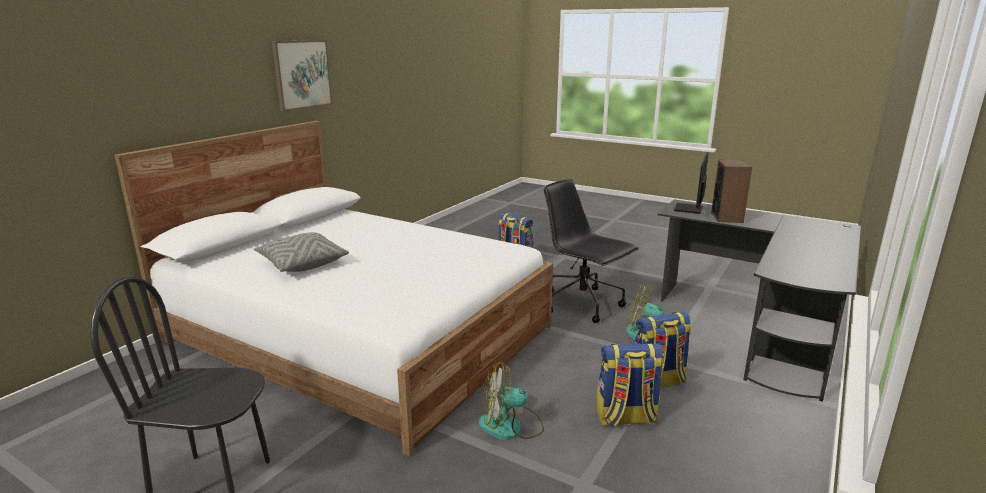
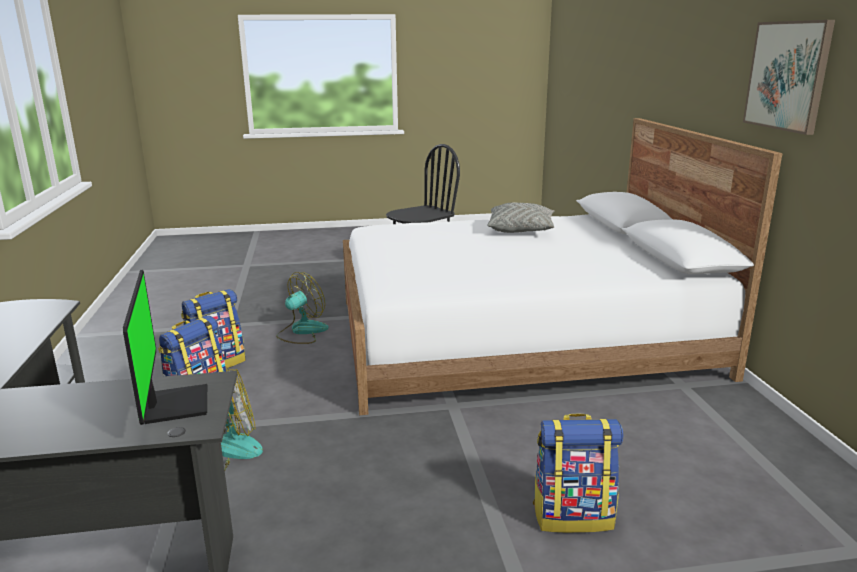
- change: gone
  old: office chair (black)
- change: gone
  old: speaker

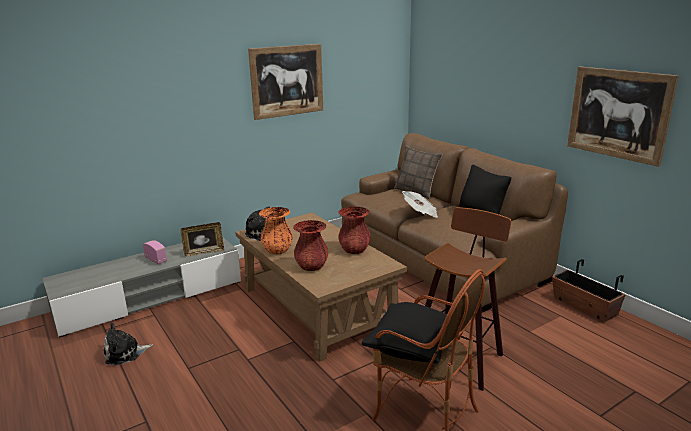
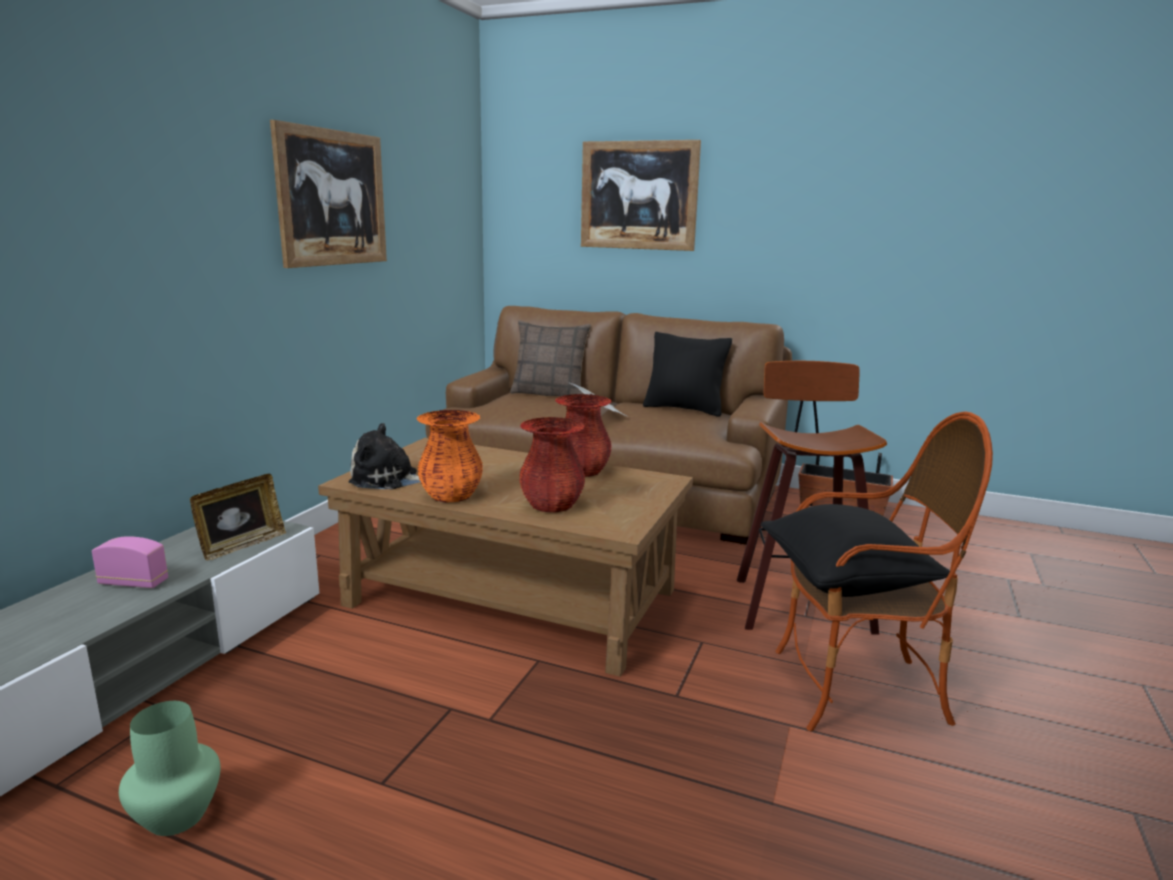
- change: shifted
  old: picture (no. 2 from left)
- change: swapped
  old: plush toy (no. 1 from left)
  new: vase (green)

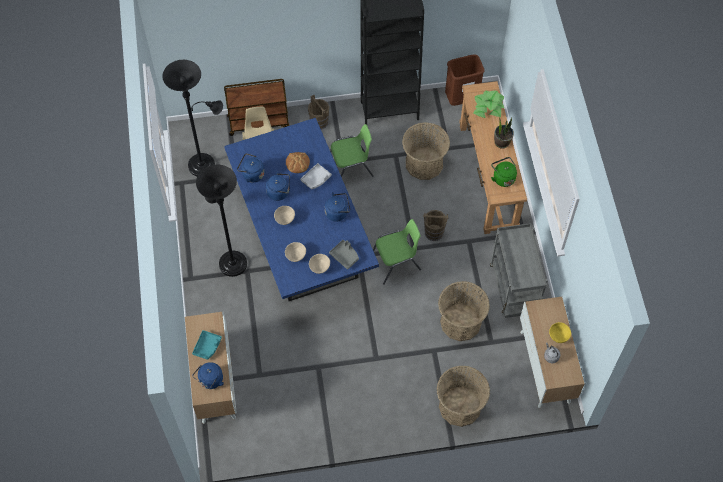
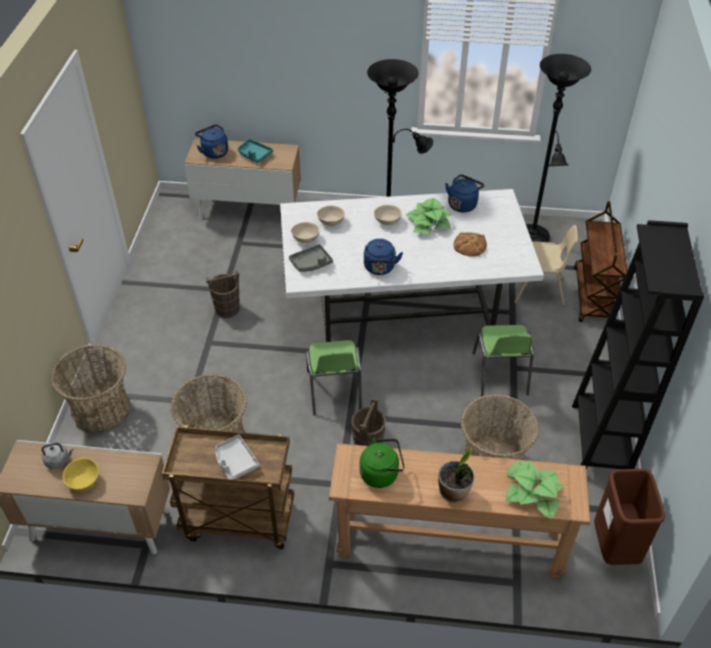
- change: shifted
  old: tray (grey) (no. 1 from left)
- change: shifted
  old: bucket (brown) (no. 1 from left)
- change: swapped
  old: kettle (blue) (no. 3 from left)
  new: potted plant (no. 1 from left)
- change: repainted
  old: dining table (blue)
  new: dining table (white)
- change: repainted
  old: cart (grey)
  new: cart (brown) (no. 1 from left)

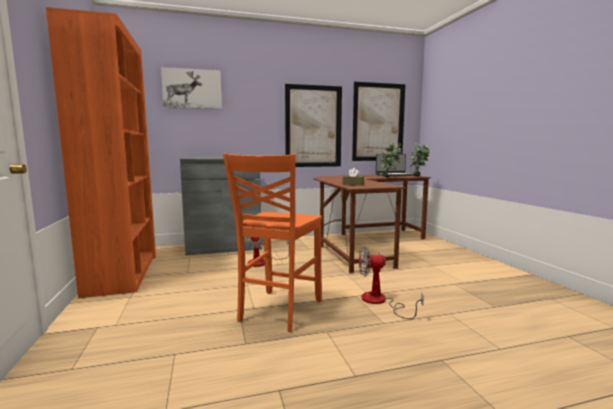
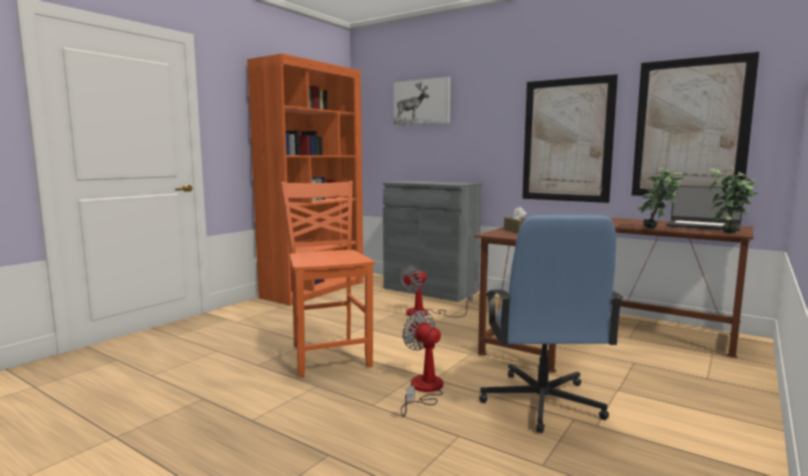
- change: new
  new: office chair (blue)
- change: rotated
  old: chair (orange)
  degrees: 90

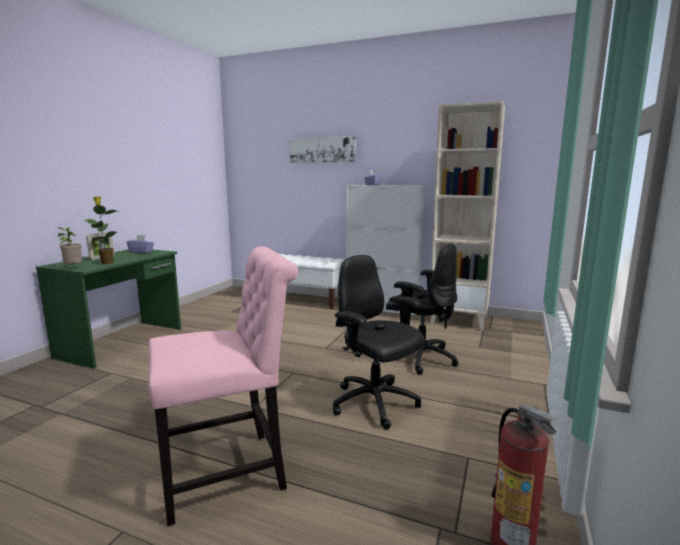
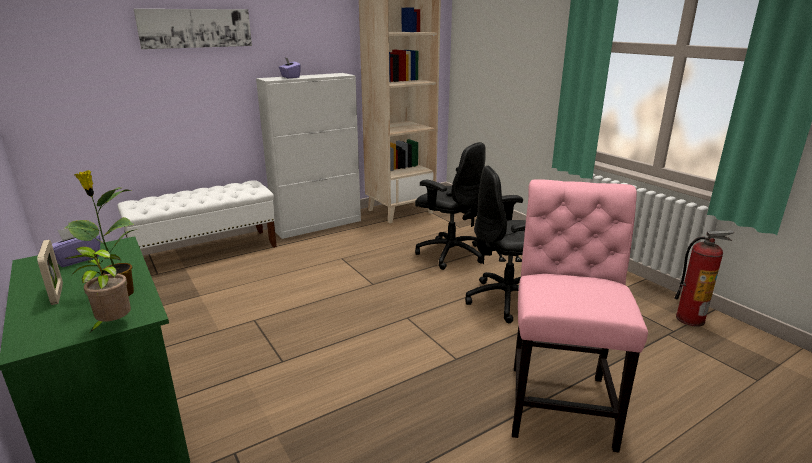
- change: rotated
  old: office chair (black) (no. 2 from left in the first image)
  degrees: 60

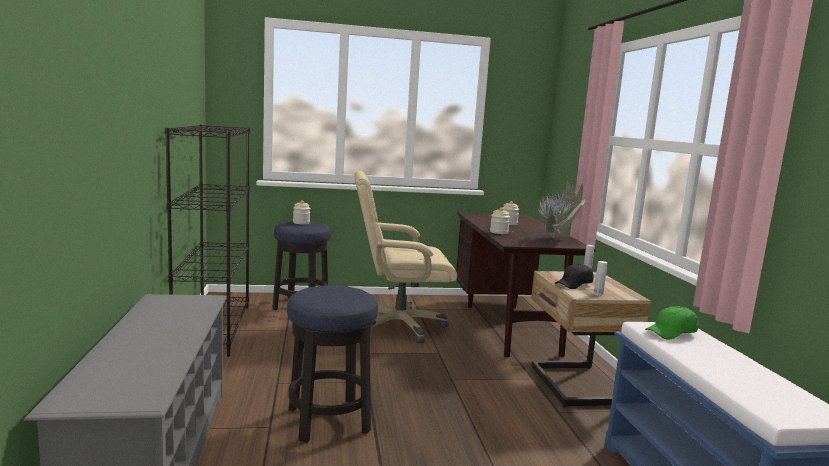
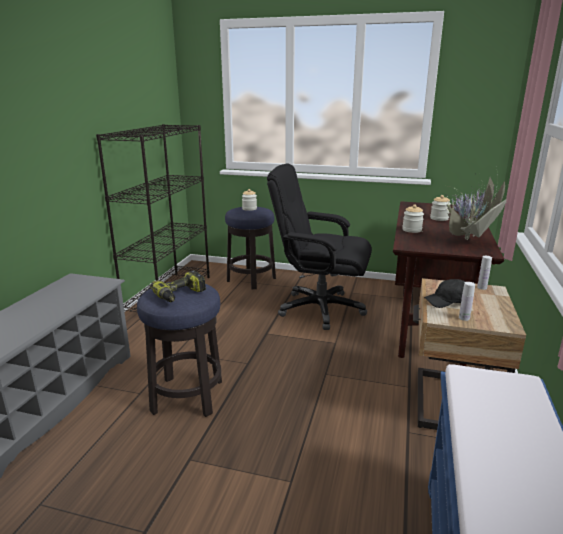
- change: gone
  old: cap (green)
- change: new
  new: power drill
- change: repainted
  old: office chair (beige)
  new: office chair (black)

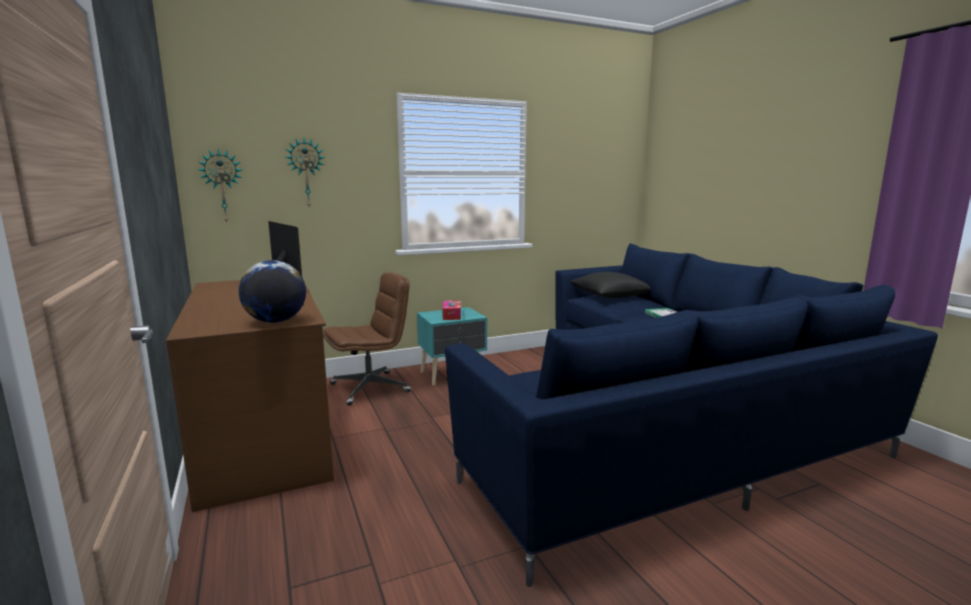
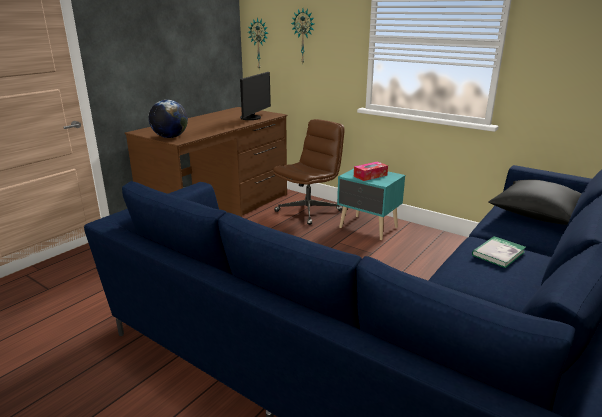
- change: rotated
  old: office chair (brown)
  degrees: -75

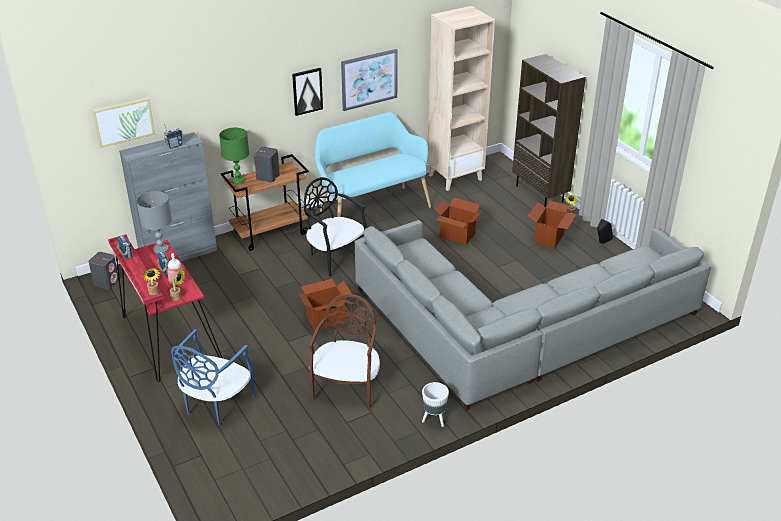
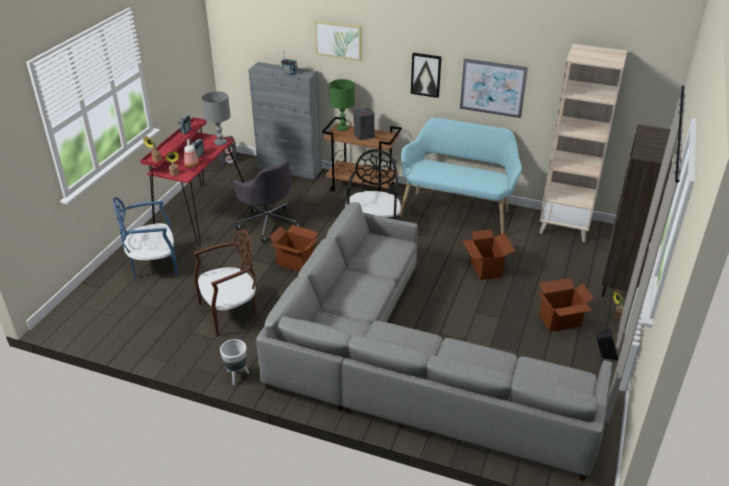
- change: new
  new: office chair (grey)
- change: shifted
  old: picture (no. 1 from left)

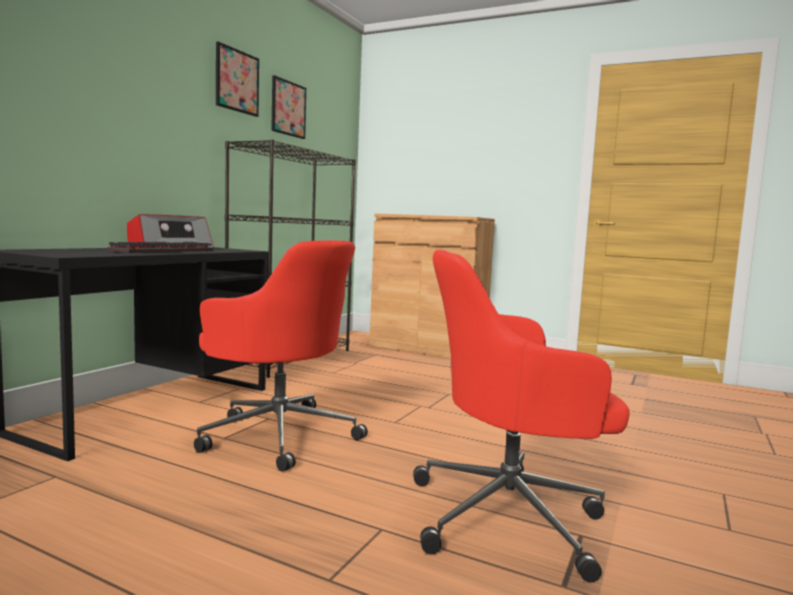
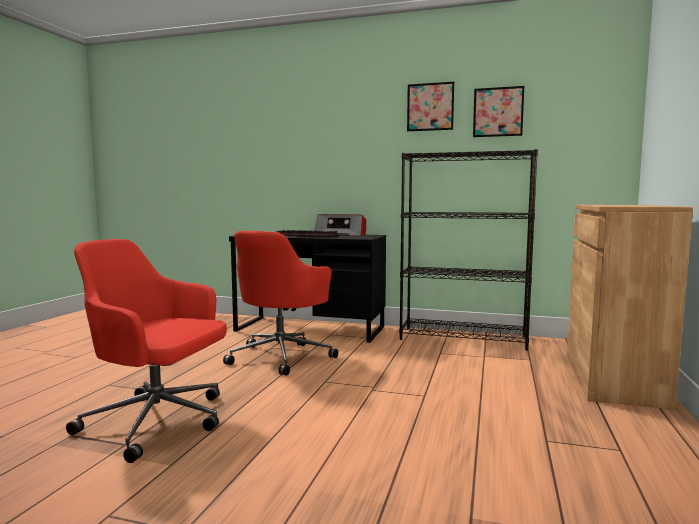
- change: rotated
  old: office chair (red) (no. 2 from left in the first image)
  degrees: -60

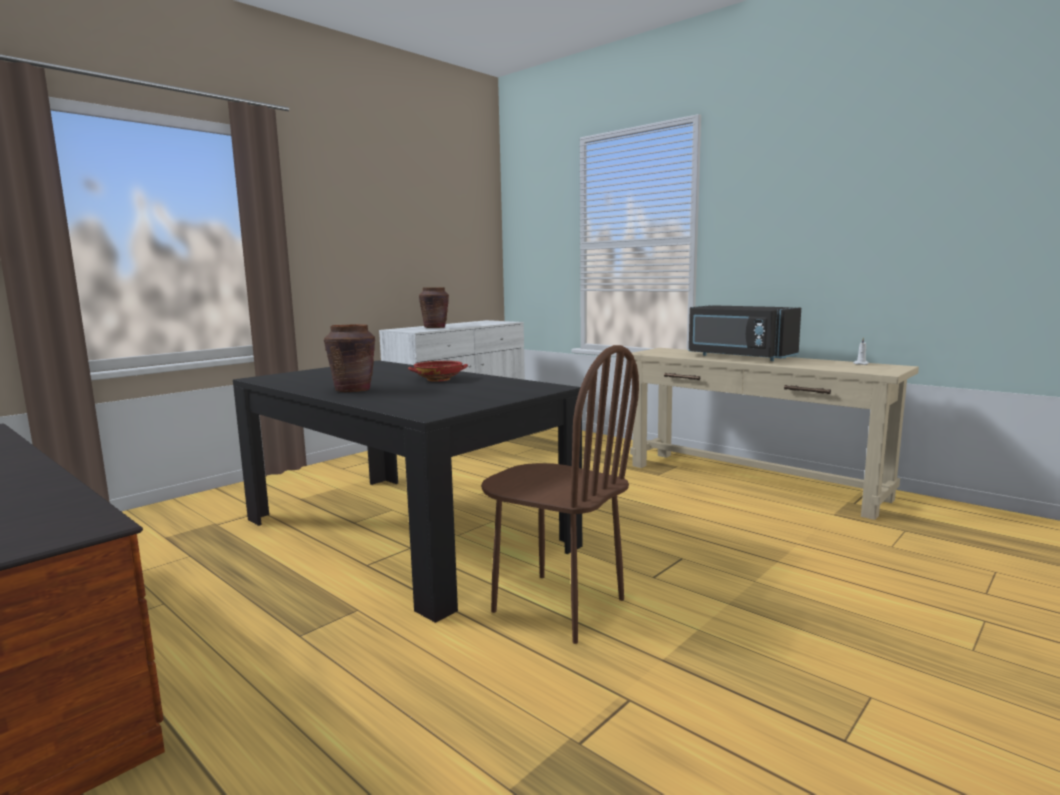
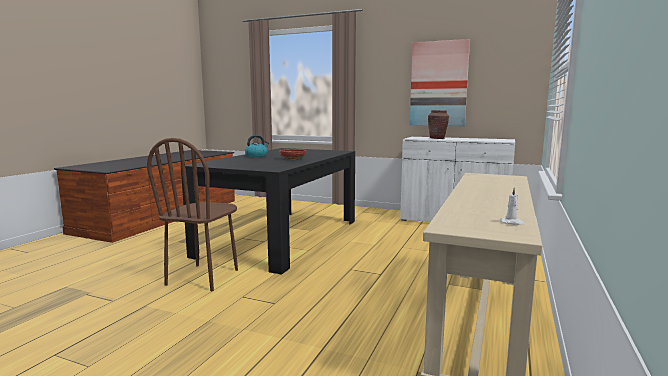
- change: gone
  old: microwave (black)
- change: new
  new: picture
- change: swapped
  old: vase (brown) (no. 1 from left)
  new: kettle

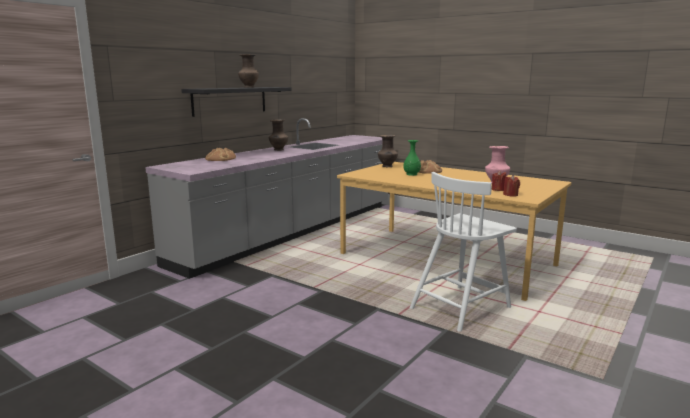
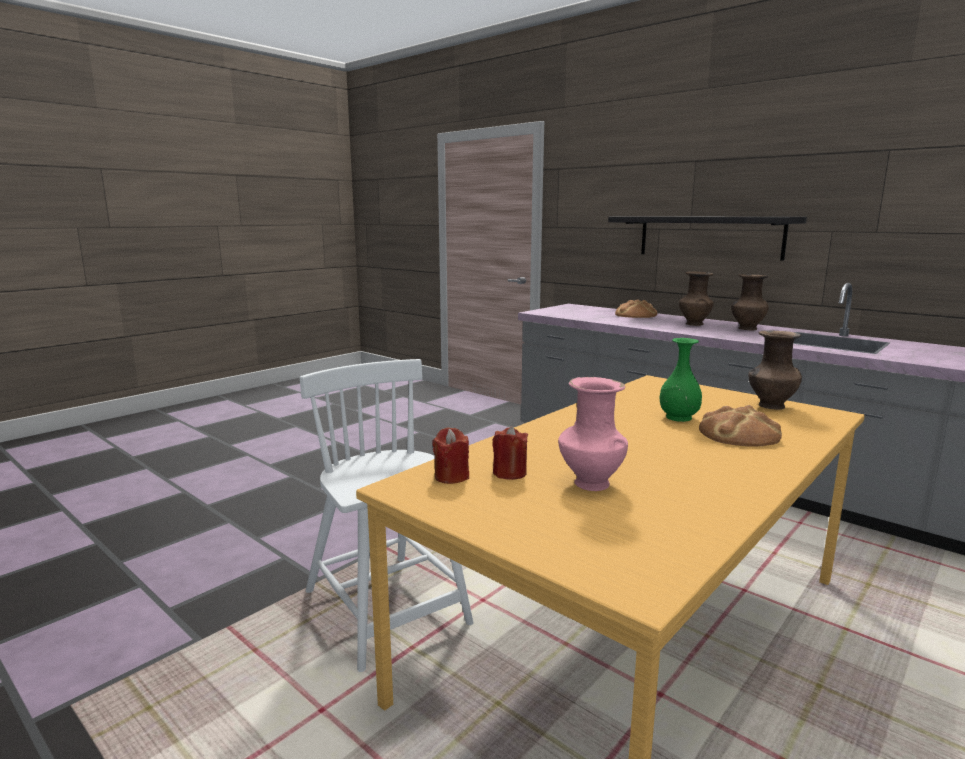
- change: shifted
  old: vase (brown) (no. 1 from left)

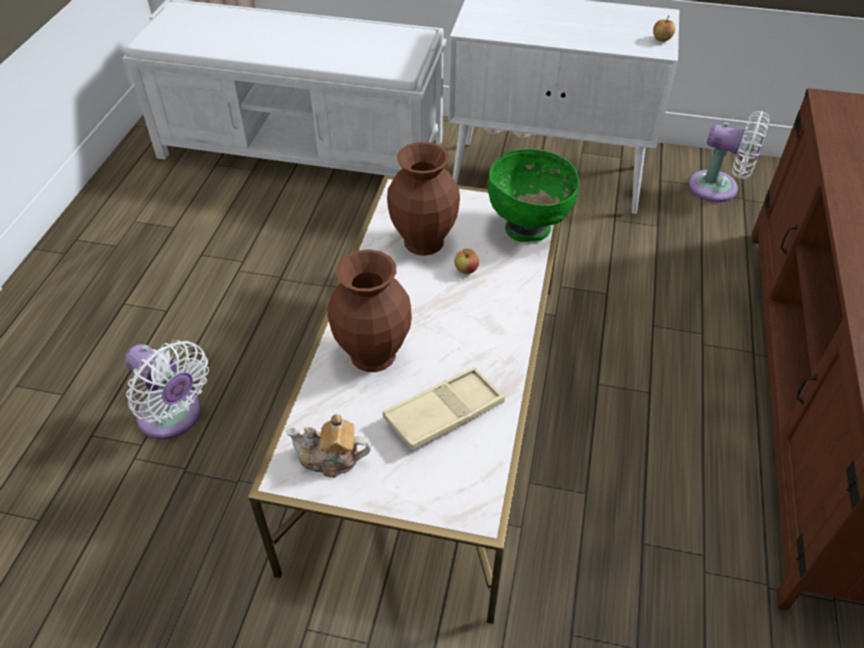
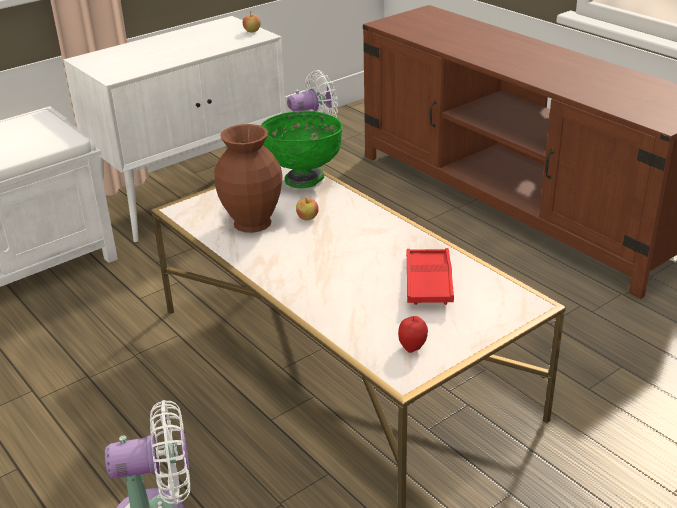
- change: gone
  old: vase (brown) (no. 1 from left)
- change: swapped
  old: teapot
  new: apple (no. 3 from left)
- change: repainted
  old: tray (beige)
  new: tray (red)

